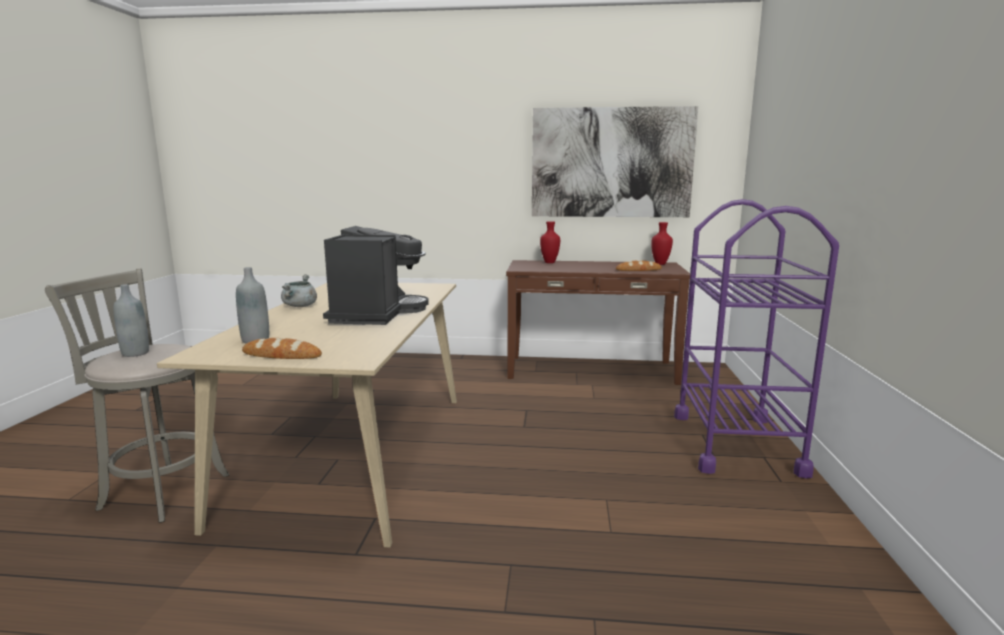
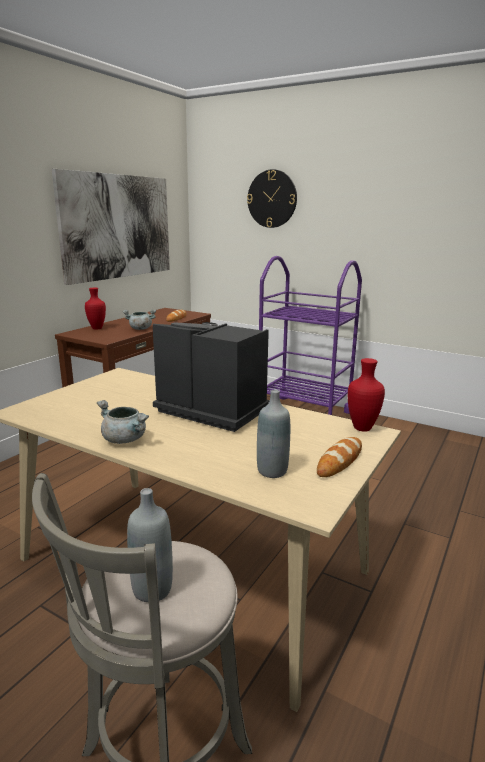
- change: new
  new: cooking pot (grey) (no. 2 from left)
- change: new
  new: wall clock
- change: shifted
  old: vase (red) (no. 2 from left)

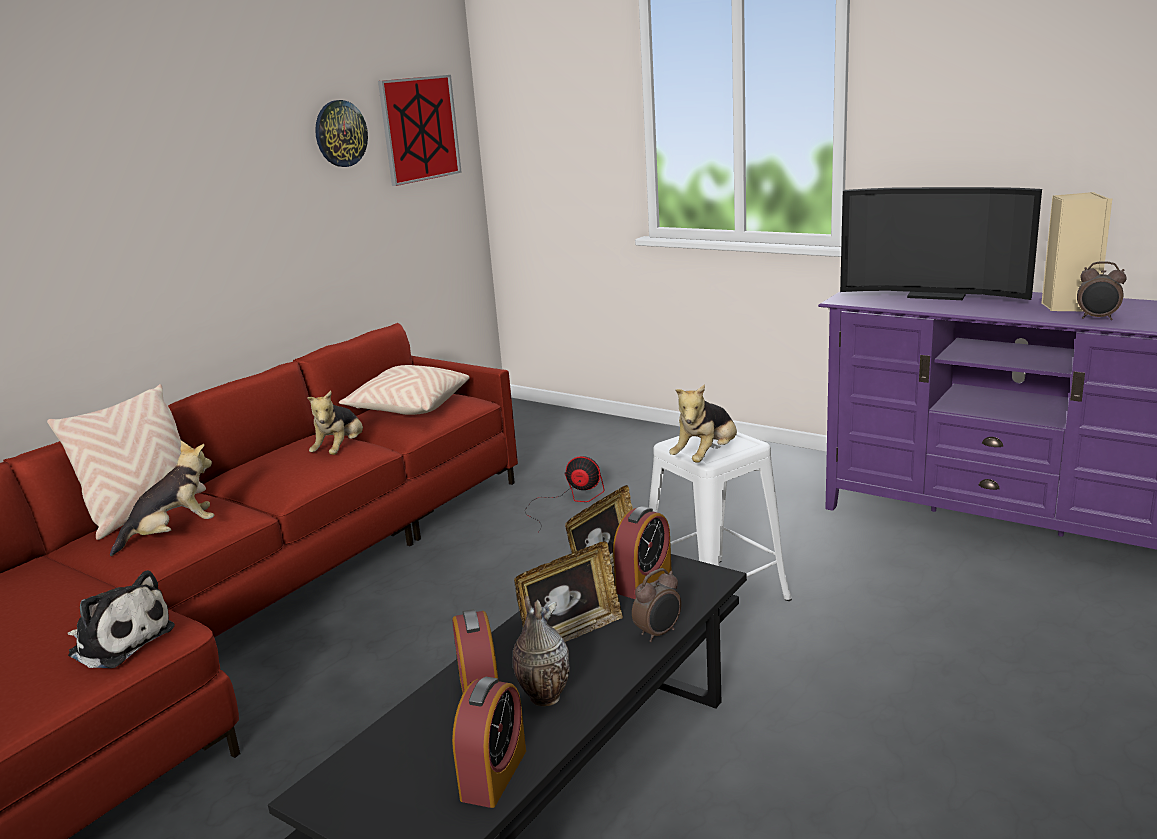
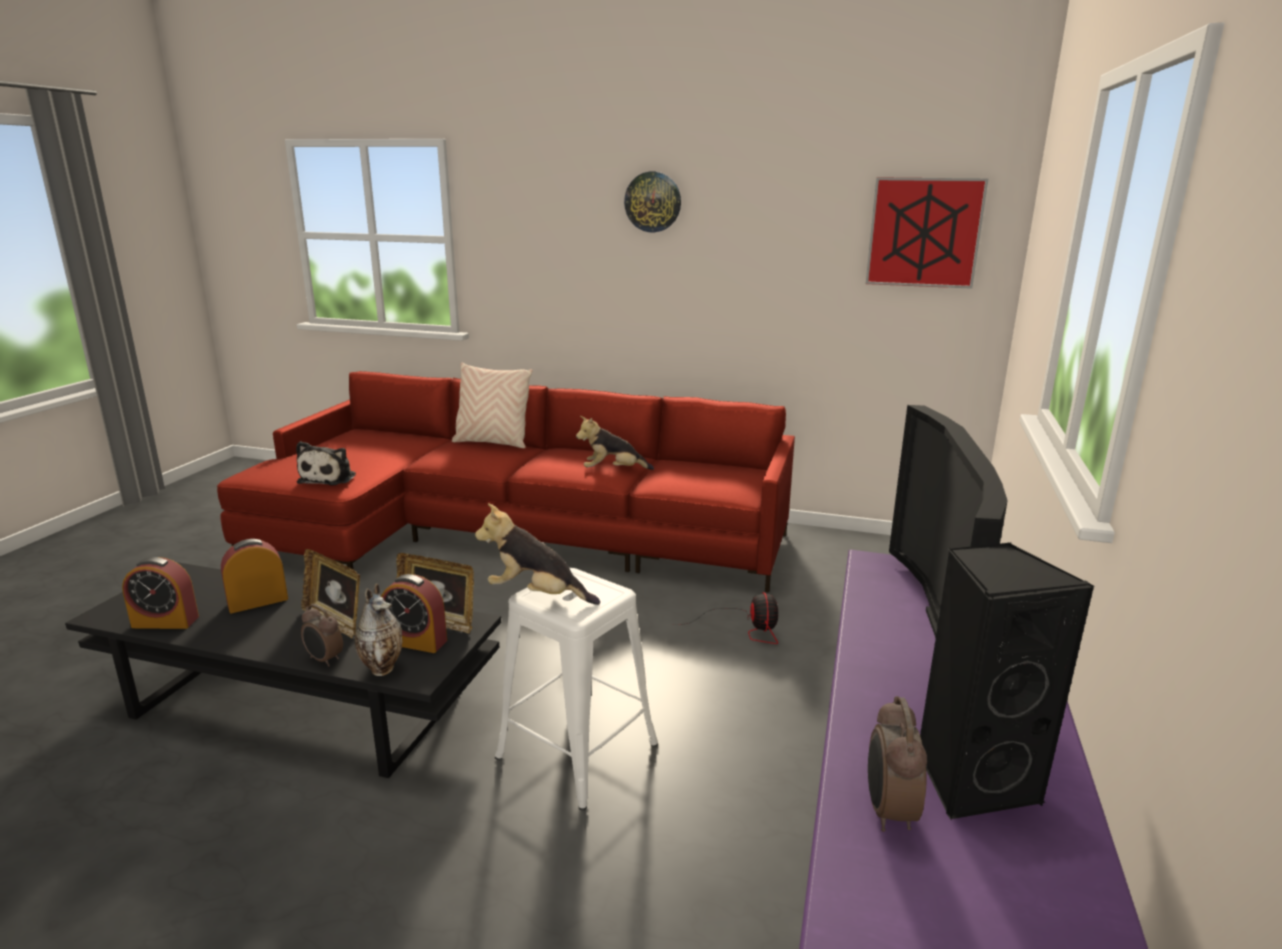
- change: gone
  old: plush toy (no. 2 from left)
- change: gone
  old: pillow (beige) (no. 2 from left)
- change: shifted
  old: wall clock
- change: shifted
  old: vase
- change: repainted
  old: speaker (beige)
  new: speaker (black)

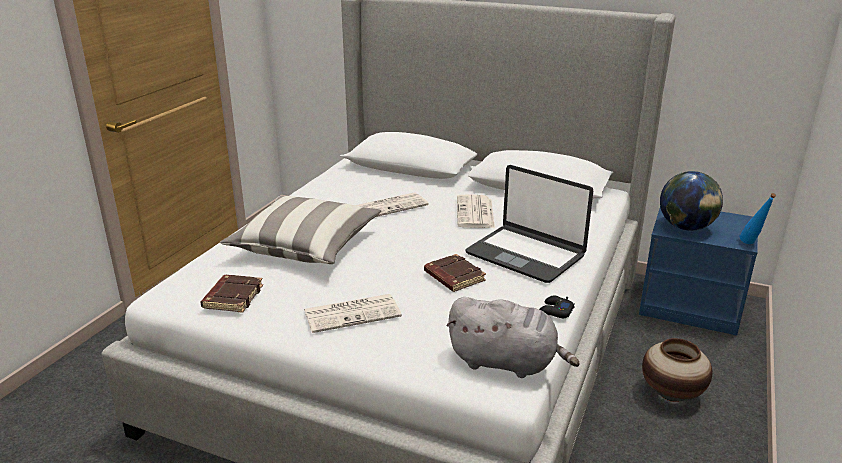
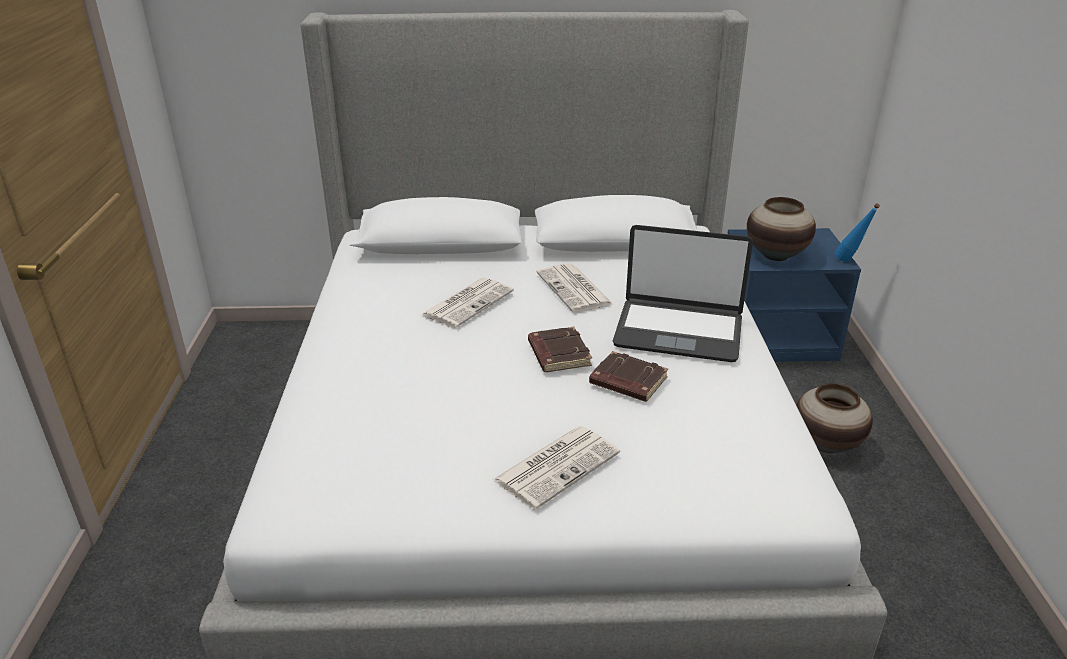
- change: gone
  old: pillow
- change: gone
  old: plush toy (grey)
- change: gone
  old: game controller (black)
- change: shifted
  old: book (brown) (no. 1 from left)
- change: swapped
  old: globe
  new: vase (no. 1 from left)

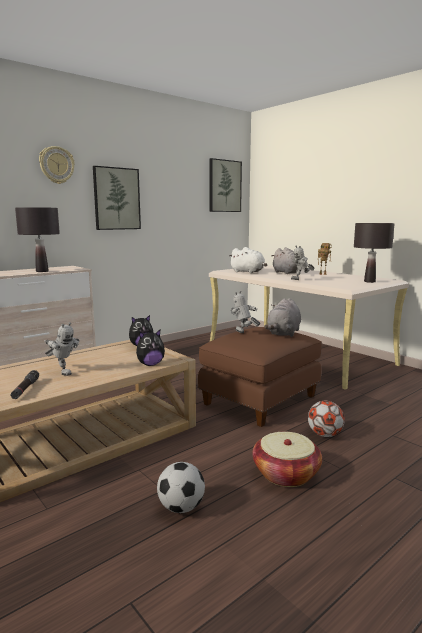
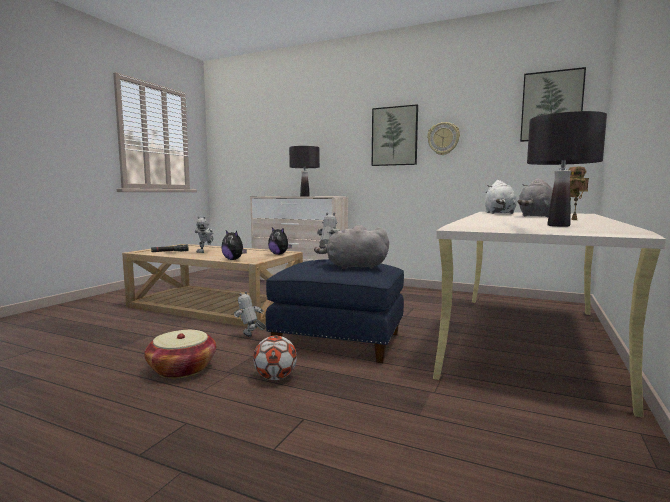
- change: gone
  old: football (no. 1 from left)
- change: shifted
  old: wall clock
- change: shifted
  old: toy robot (no. 3 from left in the first image)
  new: toy robot (no. 2 from left)
- change: repainted
  old: ottoman (brown)
  new: ottoman (blue)

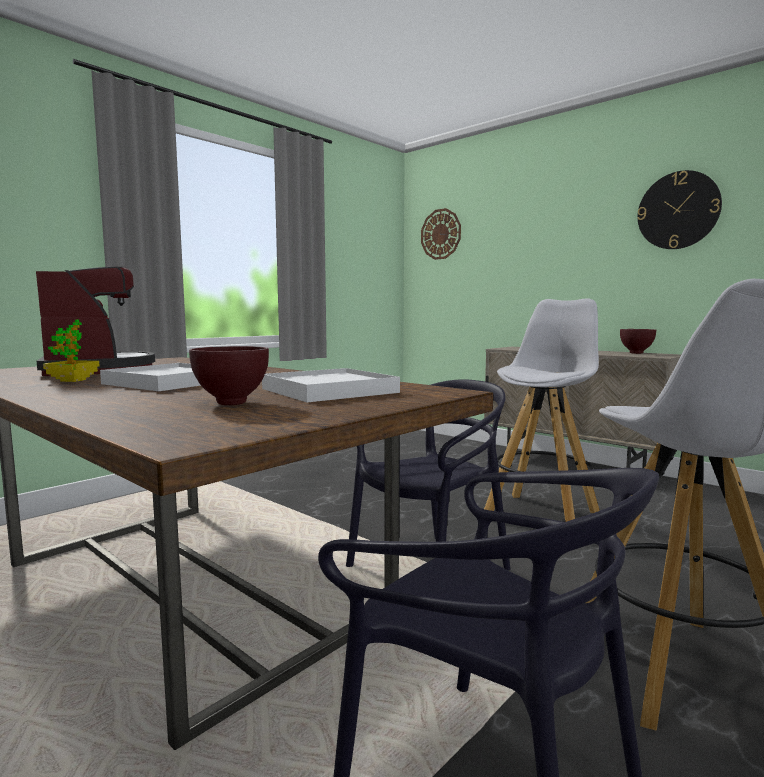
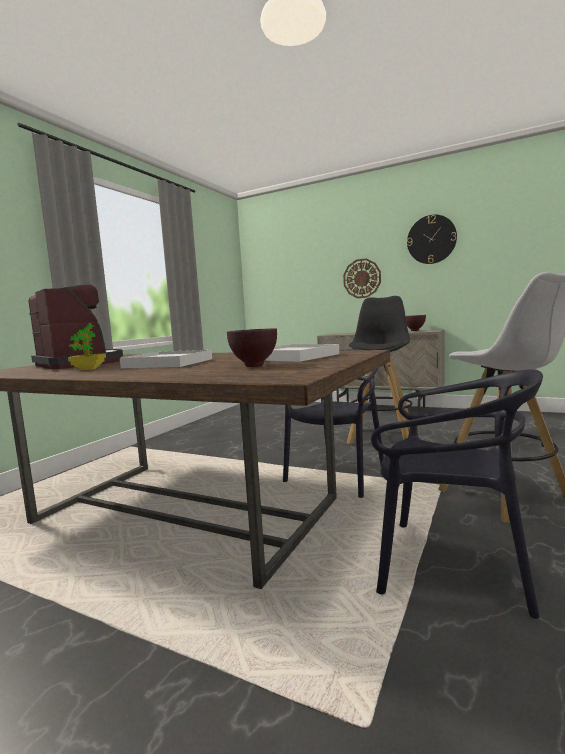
- change: shifted
  old: wall clock (no. 1 from left)
- change: repainted
  old: stool (white) (no. 1 from left)
  new: stool (black)

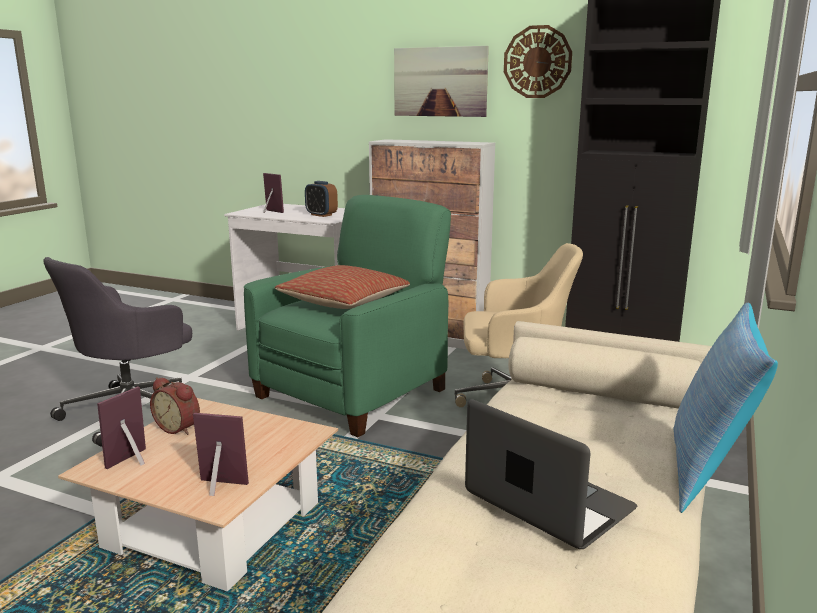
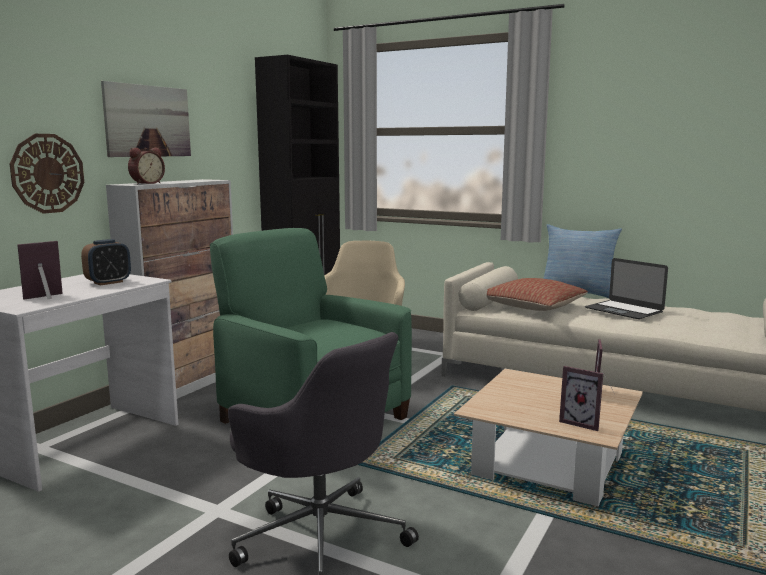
- change: shifted
  old: alarm clock (no. 1 from left in the first image)
  new: alarm clock (no. 2 from left)
- change: shifted
  old: pillow (no. 1 from left)
- change: shifted
  old: wall clock
- change: rotated
  old: laptop
  degrees: -90

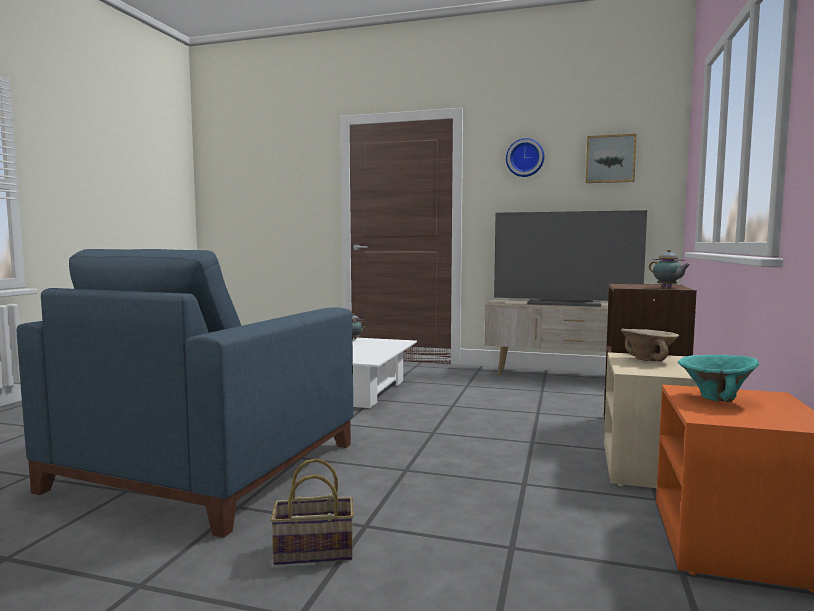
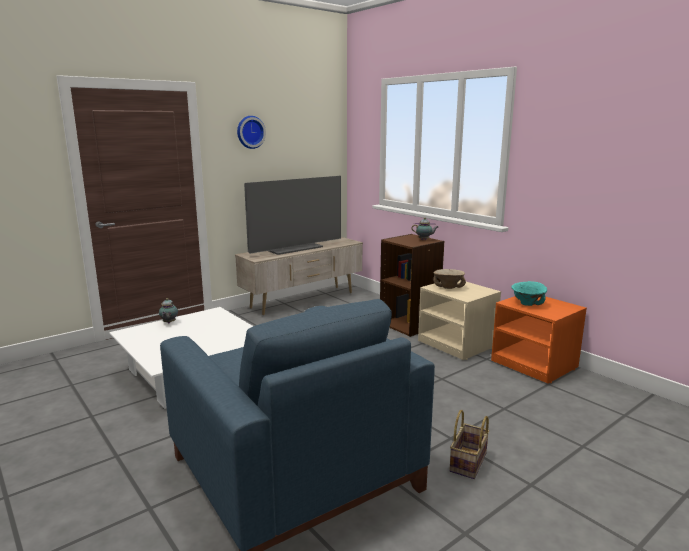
- change: gone
  old: picture

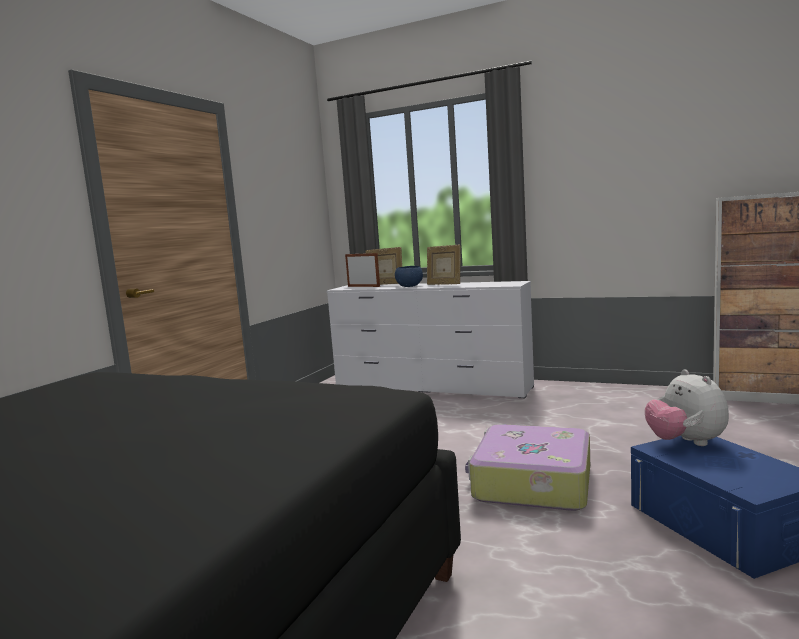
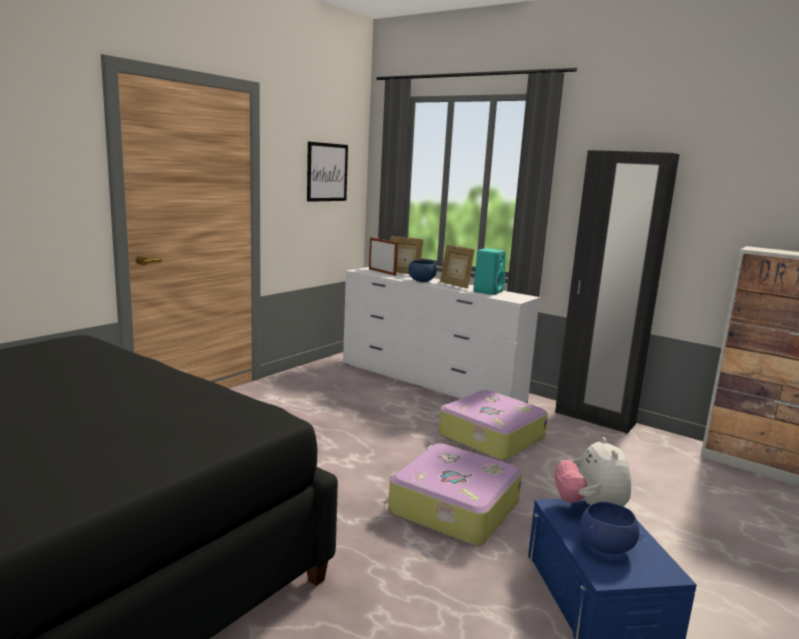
- change: new
  new: picture
- change: new
  new: suitcase (no. 2 from left)
- change: new
  new: speaker (turquoise)
- change: new
  new: wardrobe (black)
- change: new
  new: bowl (blue) (no. 2 from left)

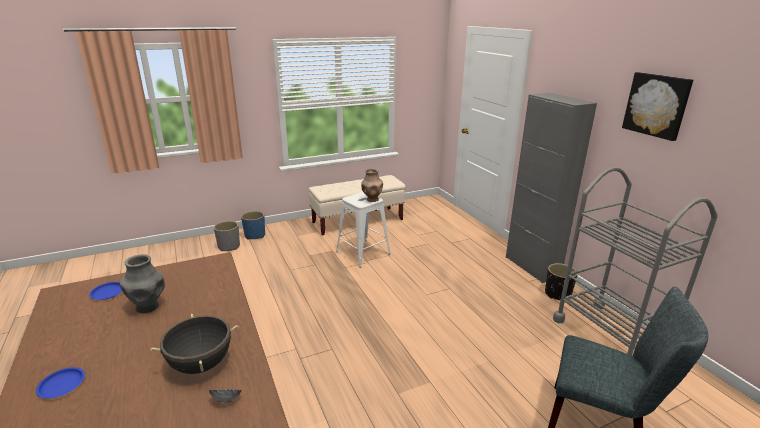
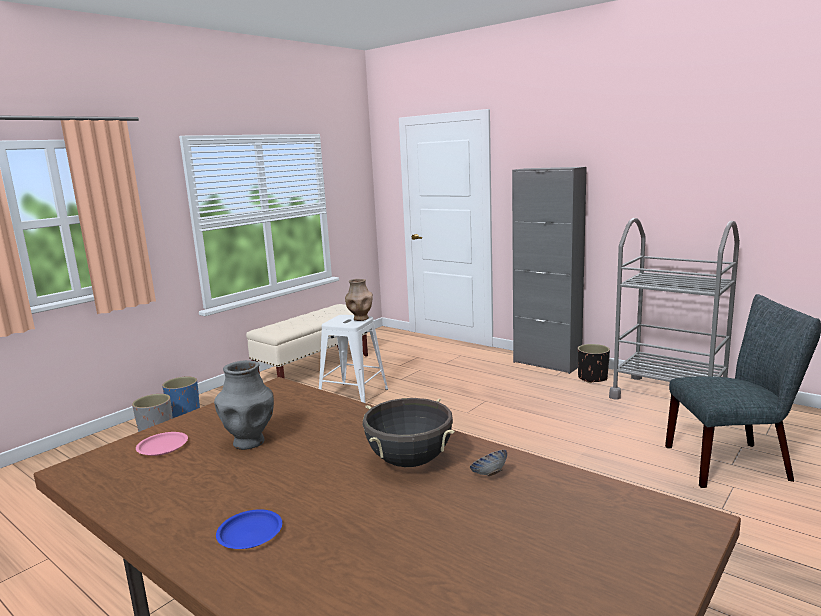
- change: gone
  old: picture
- change: repainted
  old: plate (blue) (no. 2 from left)
  new: plate (pink)

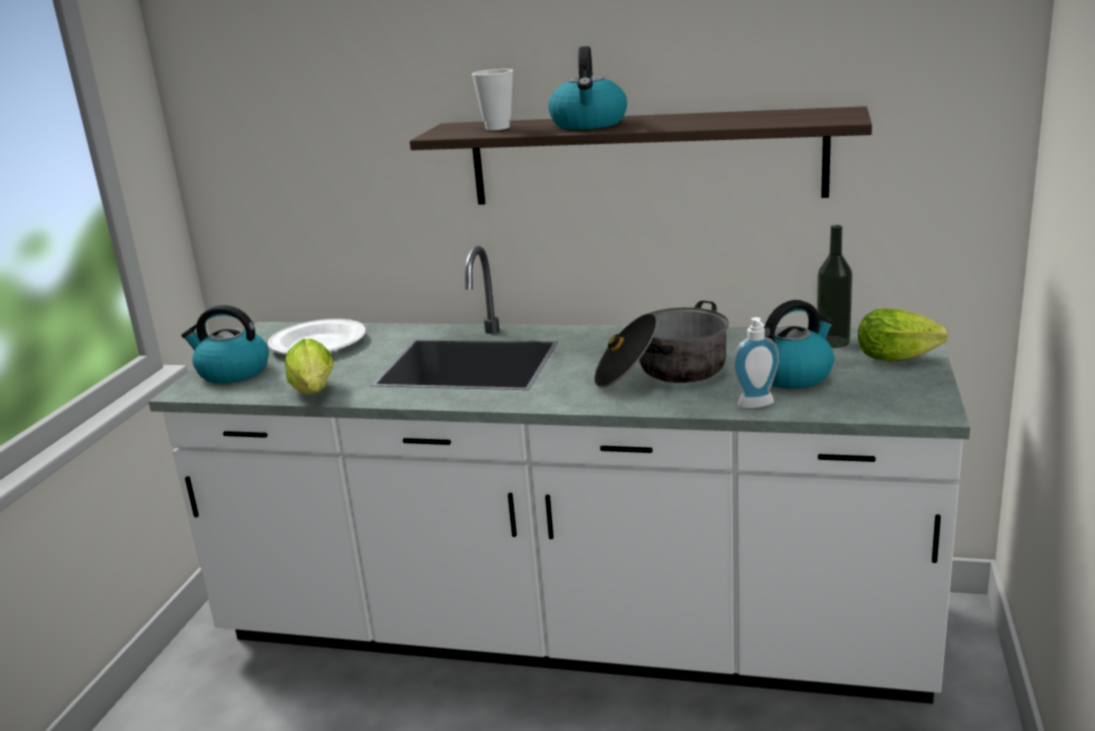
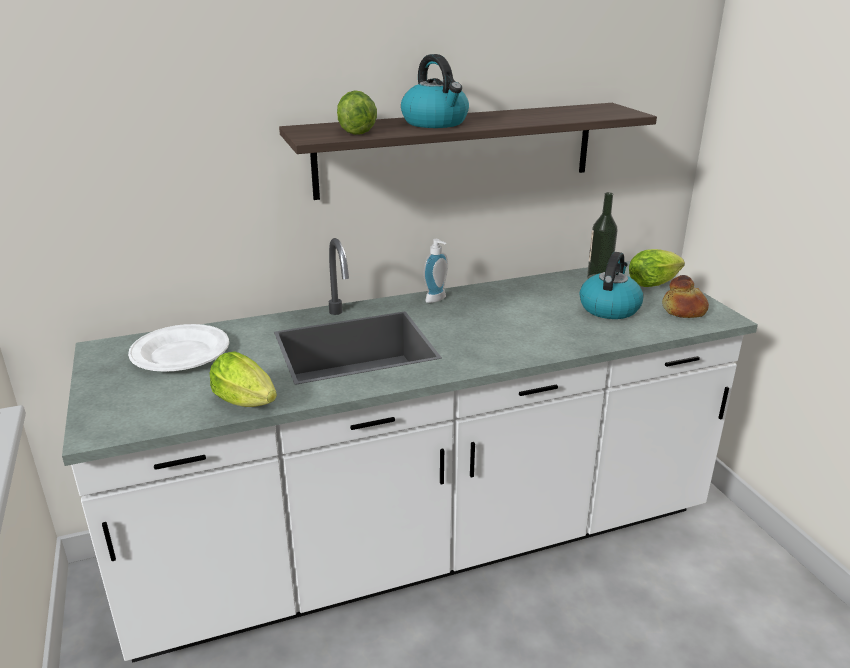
- change: gone
  old: kettle (no. 1 from left)
- change: gone
  old: cooking pot
- change: new
  new: bread
- change: shifted
  old: soap dispenser
- change: swapped
  old: cup
  new: lettuce (no. 2 from left)

